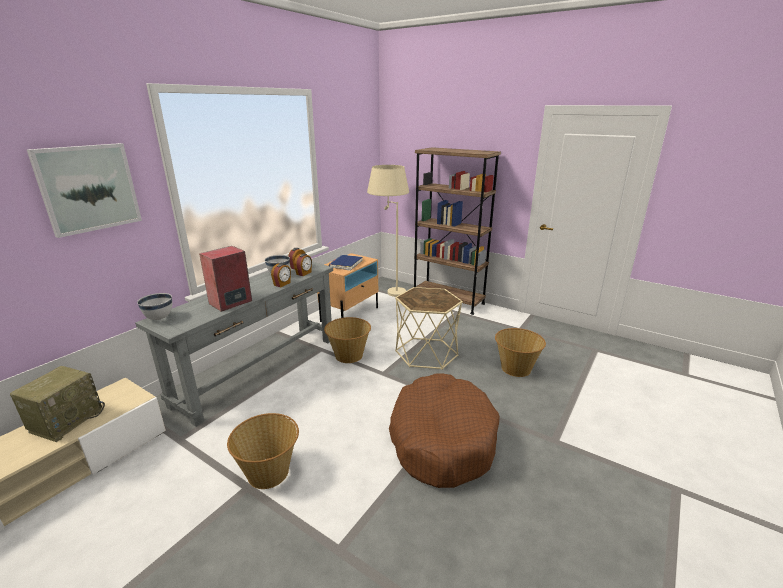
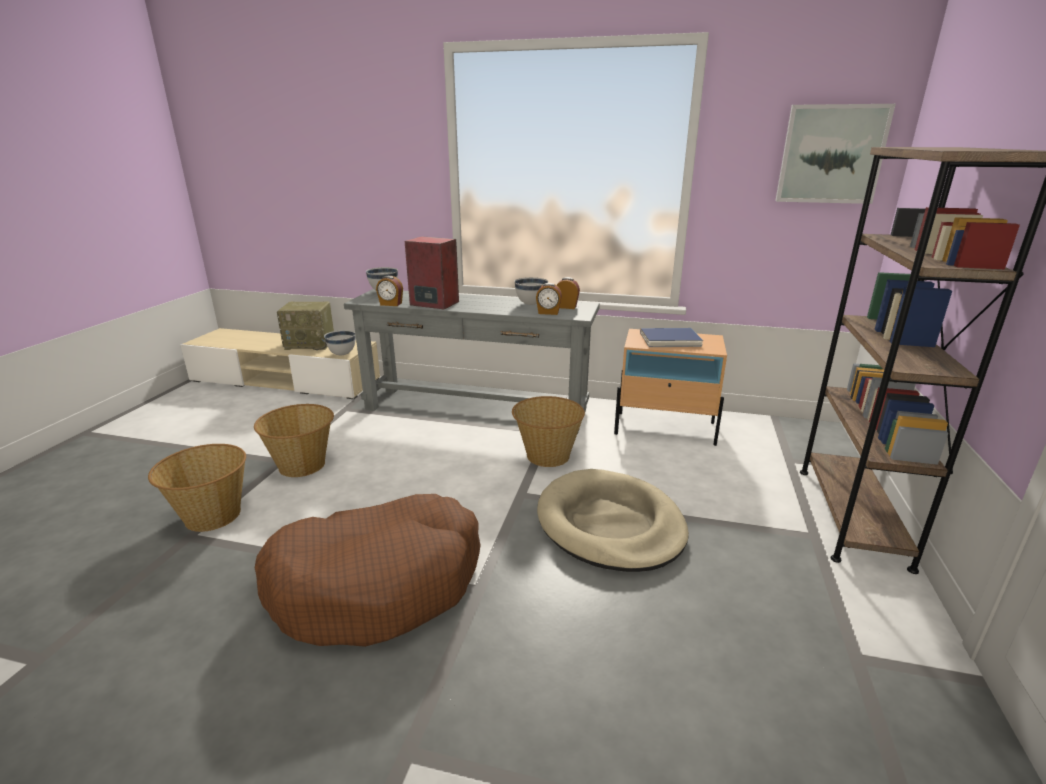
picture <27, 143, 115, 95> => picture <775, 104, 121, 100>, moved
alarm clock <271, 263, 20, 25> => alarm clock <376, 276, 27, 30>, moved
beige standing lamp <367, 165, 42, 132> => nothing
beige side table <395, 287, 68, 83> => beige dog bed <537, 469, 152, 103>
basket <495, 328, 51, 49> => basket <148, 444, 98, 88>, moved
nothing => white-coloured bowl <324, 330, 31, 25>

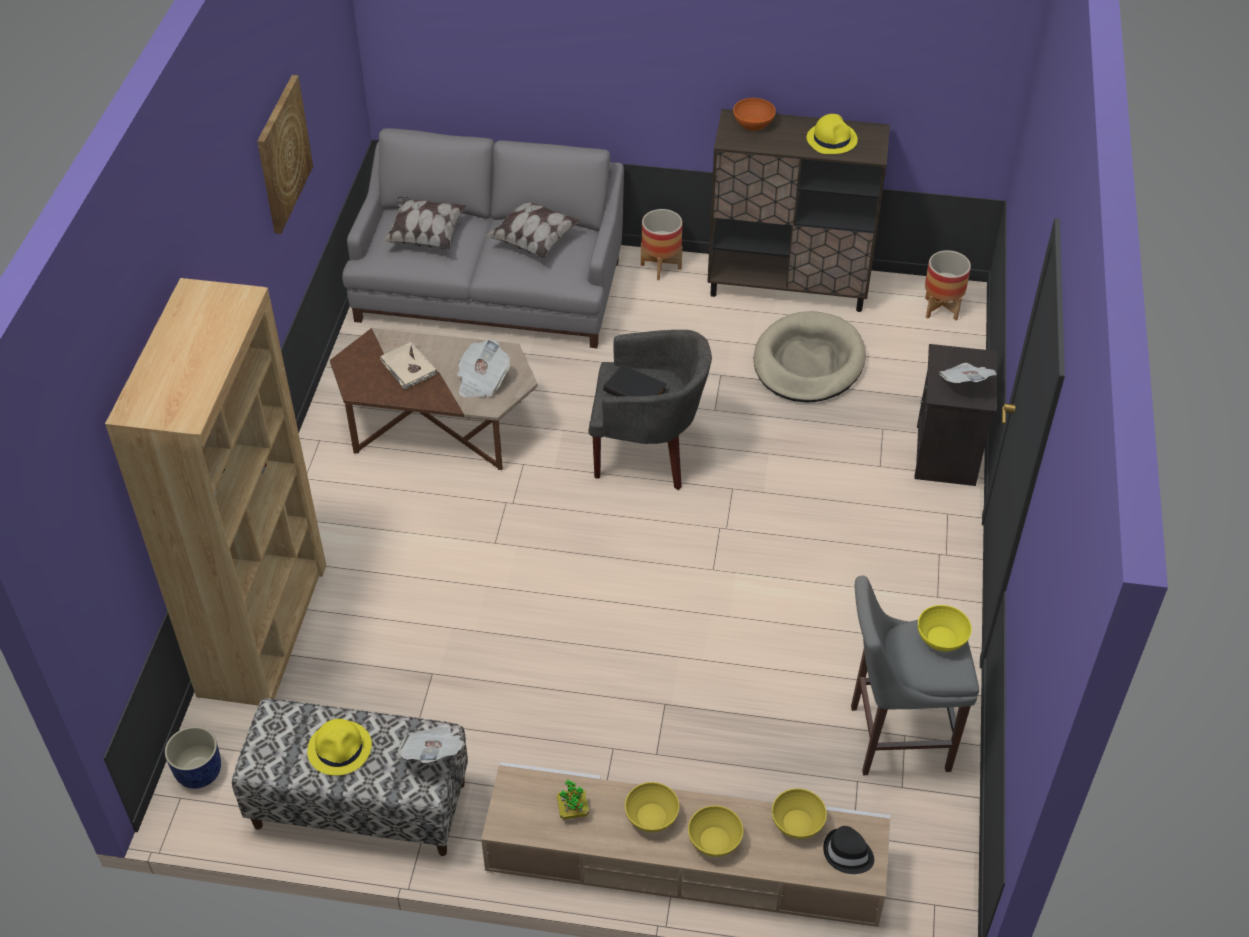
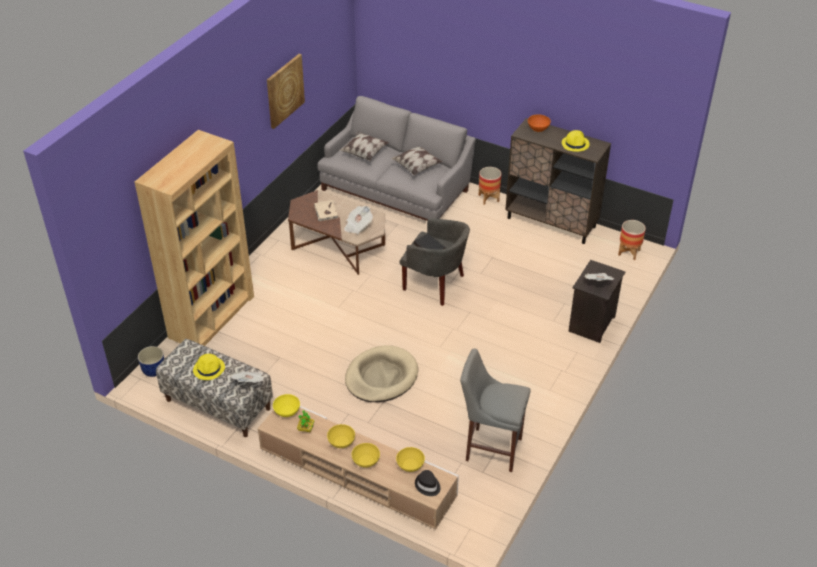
beige dog bed <754, 311, 112, 92> => beige dog bed <345, 345, 73, 57>, moved
yellow-coloured bowl <918, 605, 54, 47> => yellow-coloured bowl <273, 394, 27, 23>, moved

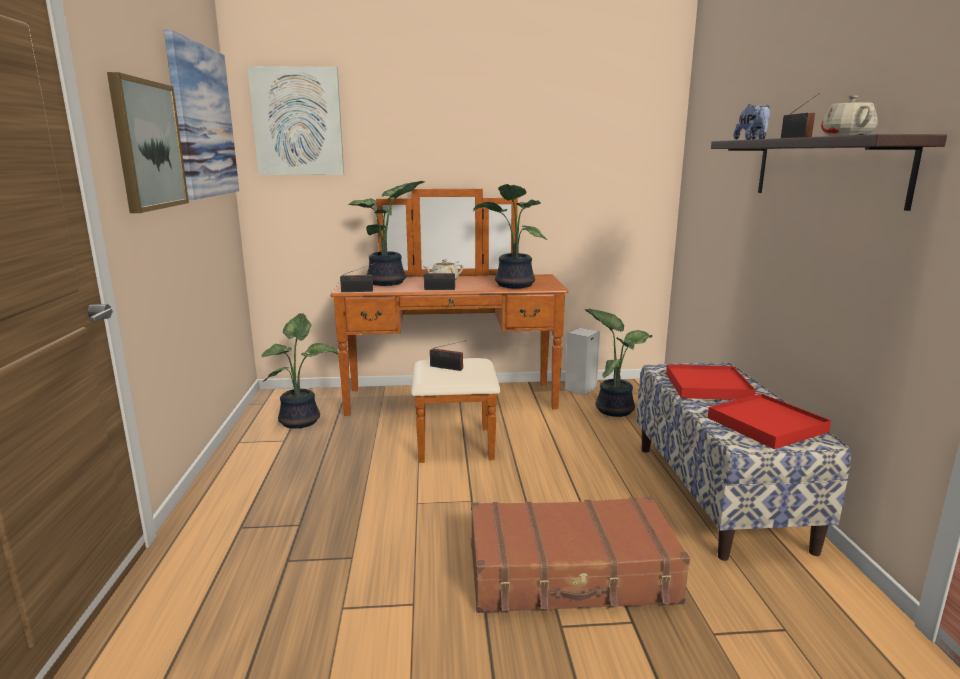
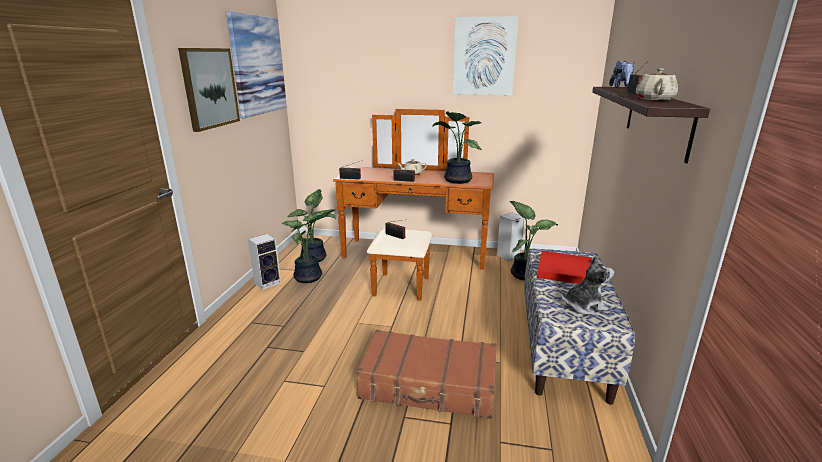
picture <247, 66, 97, 109> => picture <453, 16, 66, 79>, moved
houseplant <347, 181, 78, 105> => houseplant <281, 209, 54, 74>, moved
red-coloured serving tray <707, 394, 124, 55> => soft toy <561, 256, 53, 59>
nothing => speaker <248, 234, 33, 56>

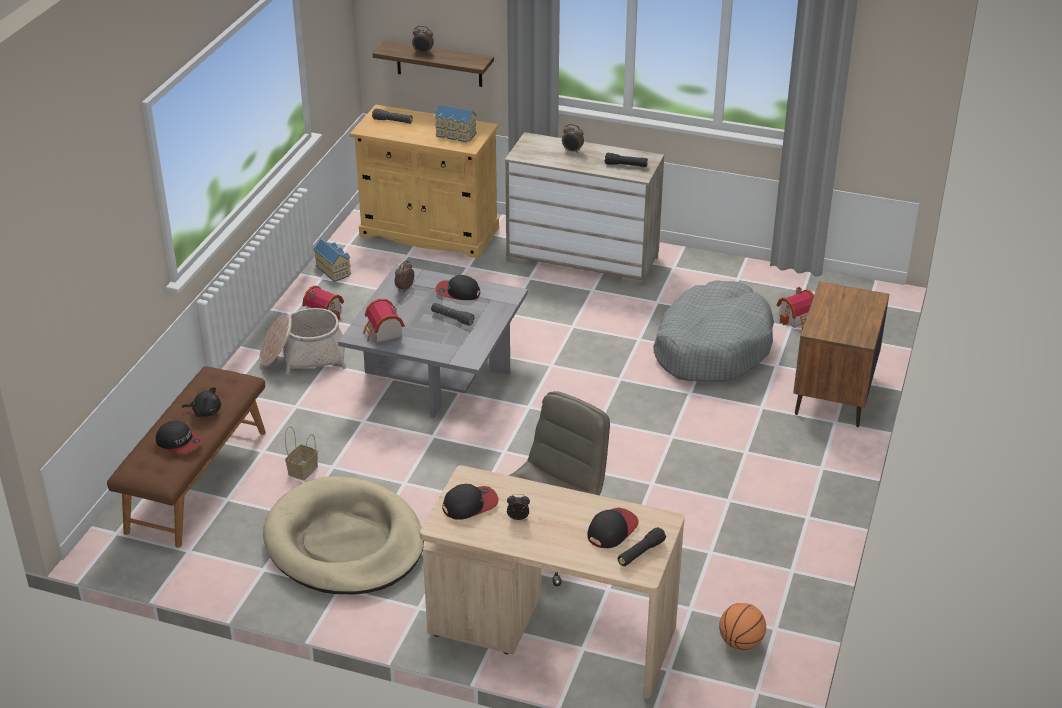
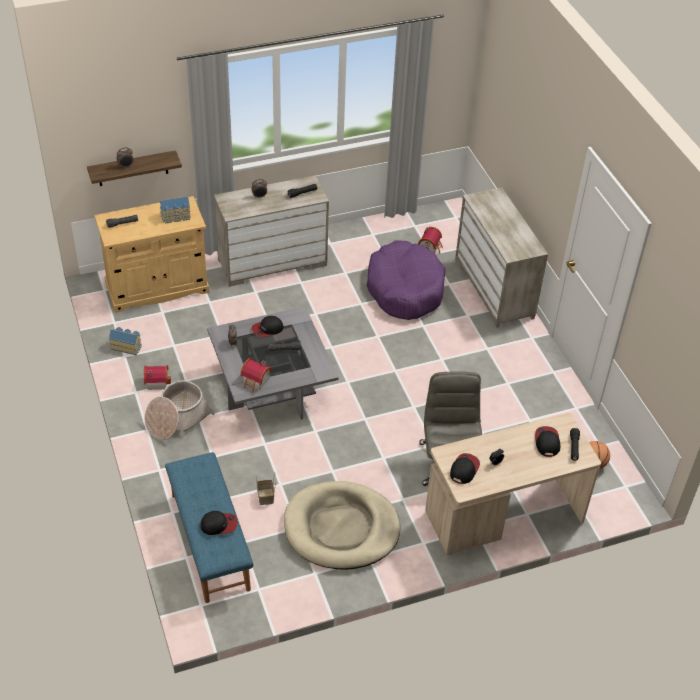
brown-coloured indoor bench <107, 366, 159, 182> => blue indoor bench <165, 452, 89, 151>
blackish soft toy <182, 387, 39, 30> => nothing
grey dog bed <653, 280, 121, 102> => purple dog bed <366, 240, 79, 80>
brown-coloured night table <793, 281, 96, 146> => beige drawer chest <455, 187, 93, 141>

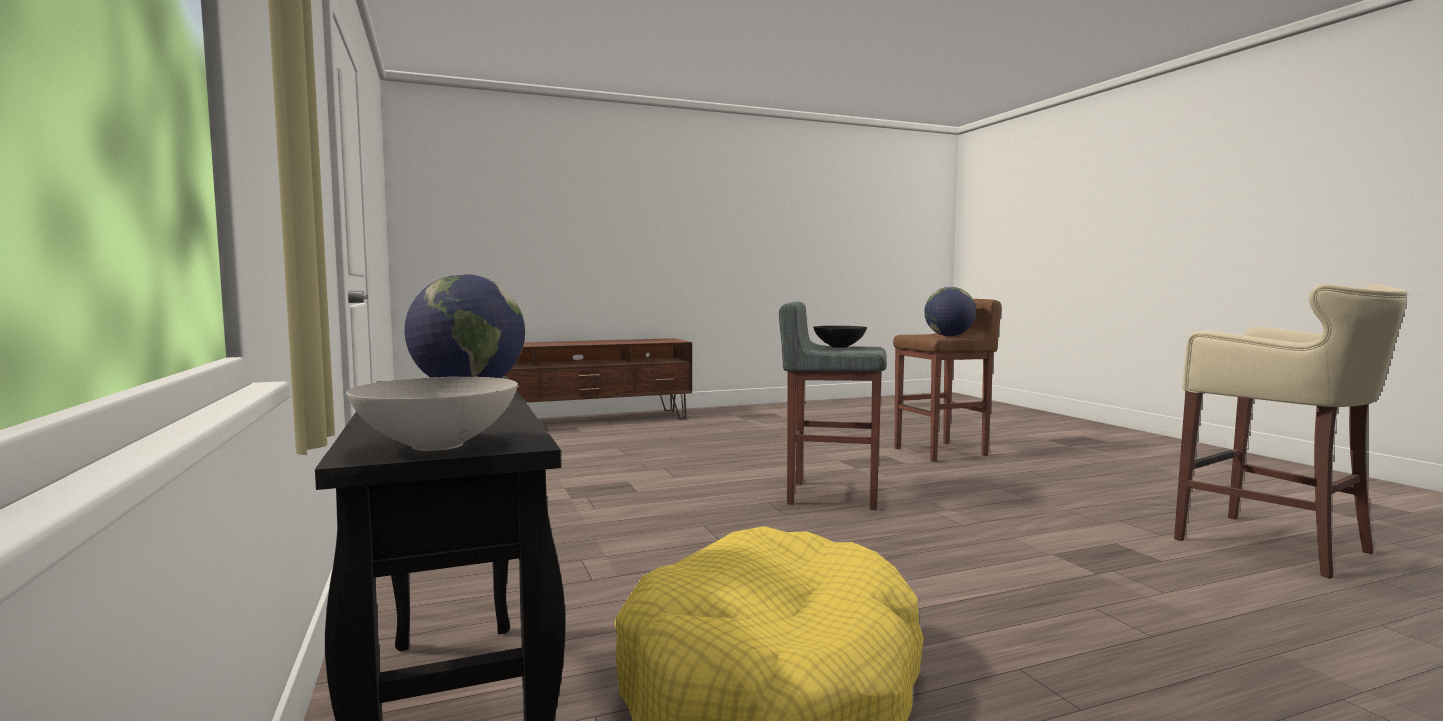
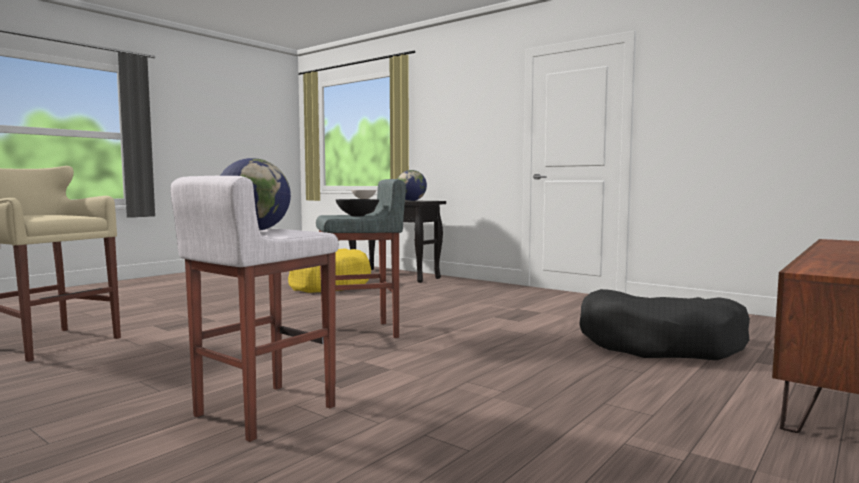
brown-coloured stool seat <893, 299, 109, 163> => white-coloured stool seat <170, 176, 169, 266>
nothing => blackish dog bed <579, 289, 171, 71>

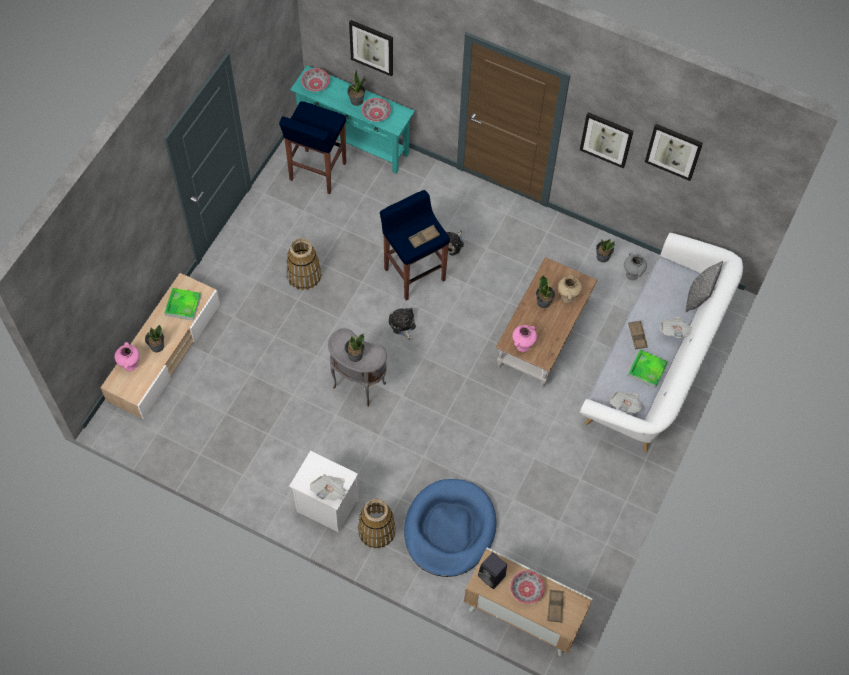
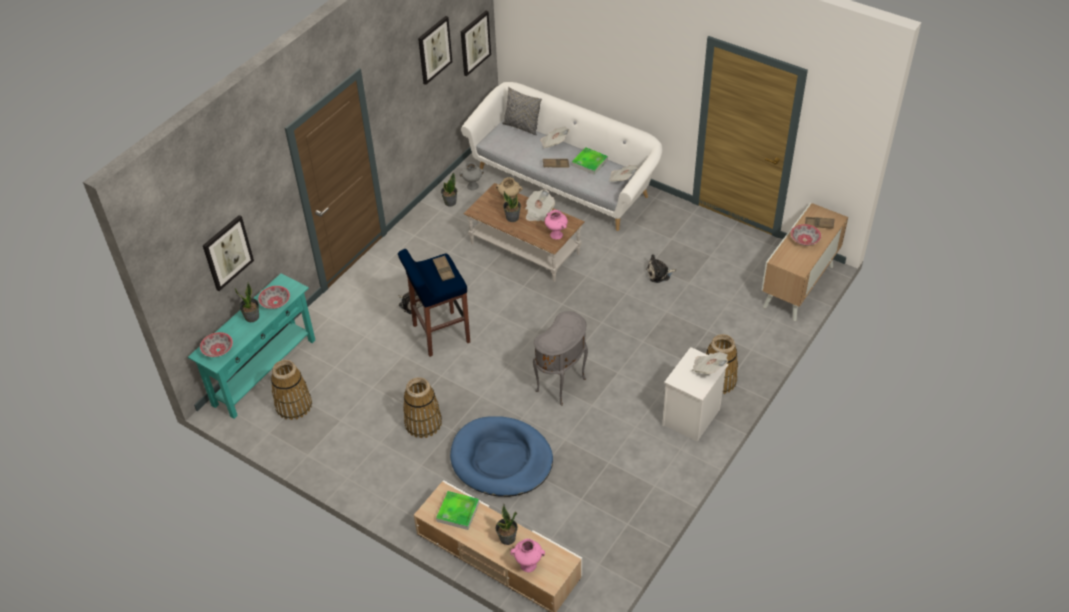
blue stool seat <279, 101, 67, 93> => basket <271, 360, 41, 60>
houseplant <345, 334, 20, 28> => nothing
soft toy <389, 308, 27, 32> => soft toy <646, 254, 30, 29>, moved
blue dog bed <404, 479, 93, 98> => blue dog bed <450, 416, 103, 81>, moved
blackish speaker <478, 552, 29, 37> => nothing
picture <580, 112, 54, 57> => picture <461, 11, 30, 65>, moved
nothing => newspaper <525, 189, 30, 32>

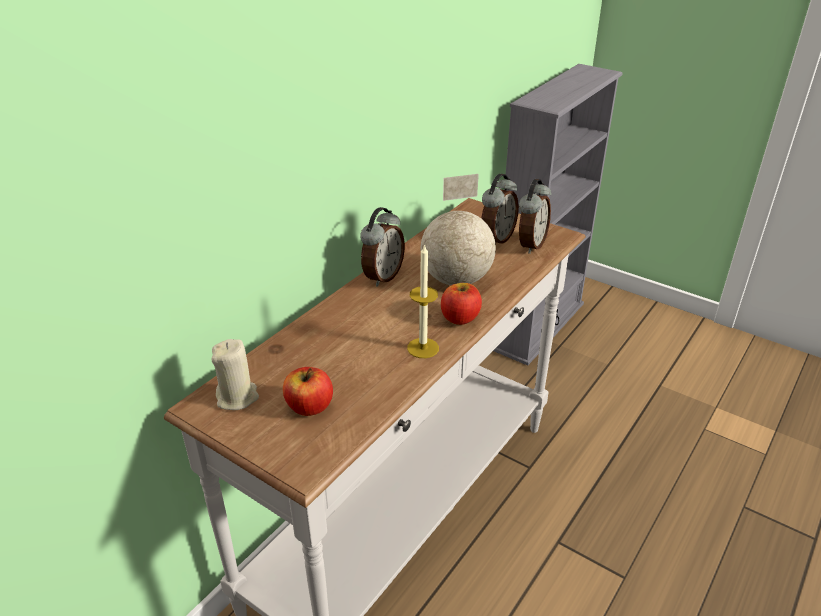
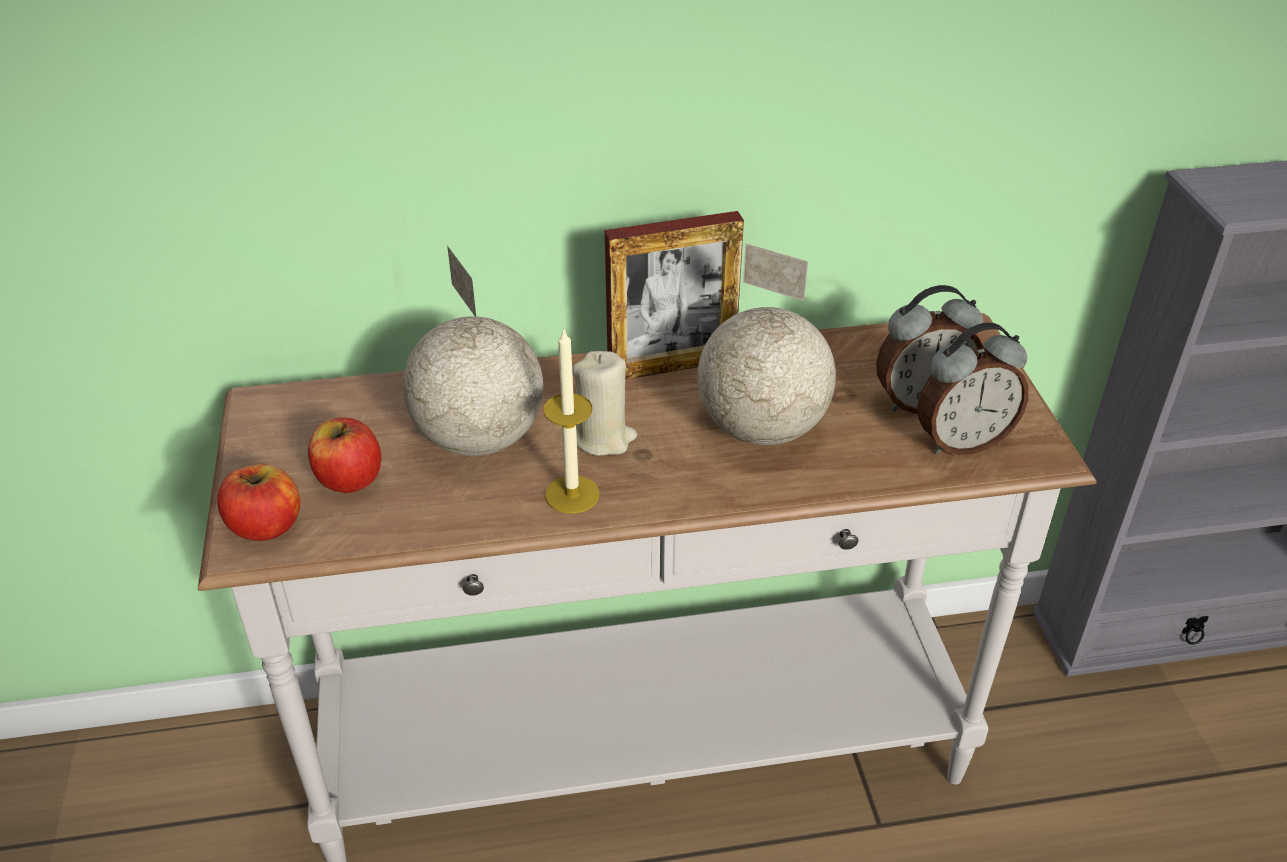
beige wax light <211, 339, 48, 71> => beige wax light <572, 351, 65, 105>, moved
alarm clock <360, 207, 45, 80> => photo frame <605, 211, 139, 169>
apple fruit <441, 283, 41, 42> => apple fruit <217, 464, 83, 77>, moved
nothing => globe <403, 246, 140, 210>

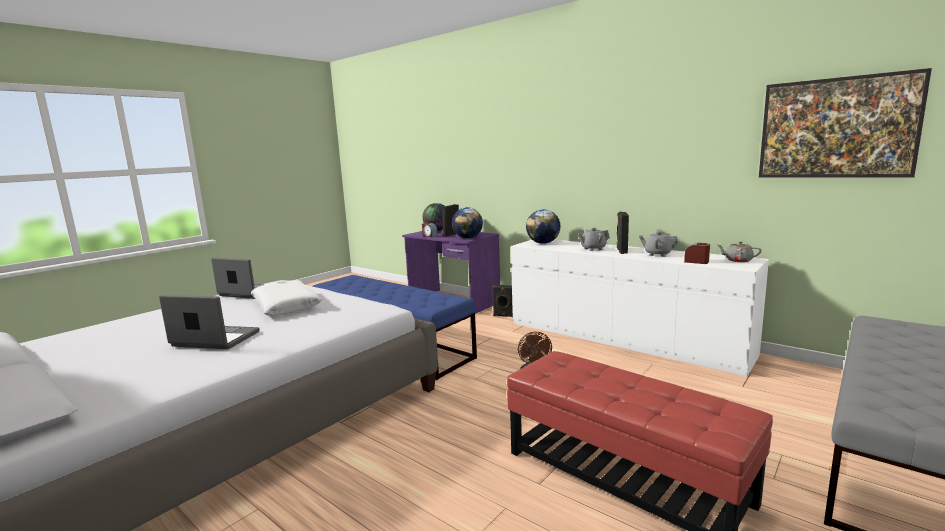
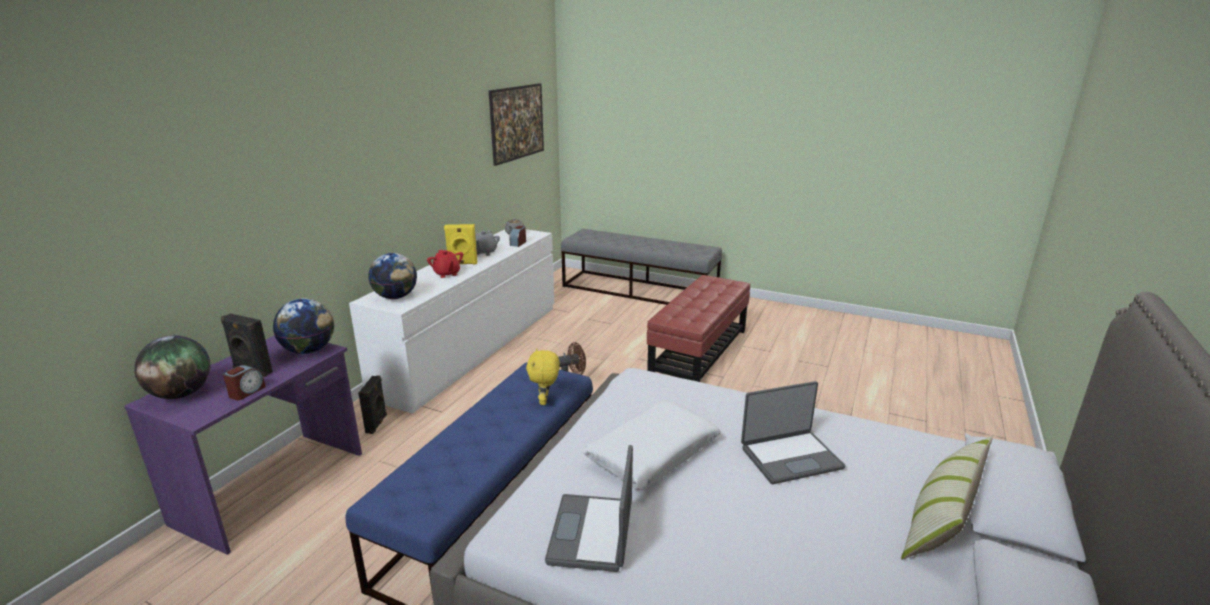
notebook computer <159, 295, 101, 54> => notebook computer <741, 381, 104, 103>, 105 degrees counterclockwise
grey teapot <578, 228, 32, 23> => red-coloured teapot <427, 250, 36, 28>
blackish speaker <617, 212, 12, 42> => yellow-coloured speaker <444, 224, 33, 40>
nothing => yellow-coloured soft toy <526, 348, 34, 57>
nothing => pillow <901, 436, 92, 124>

